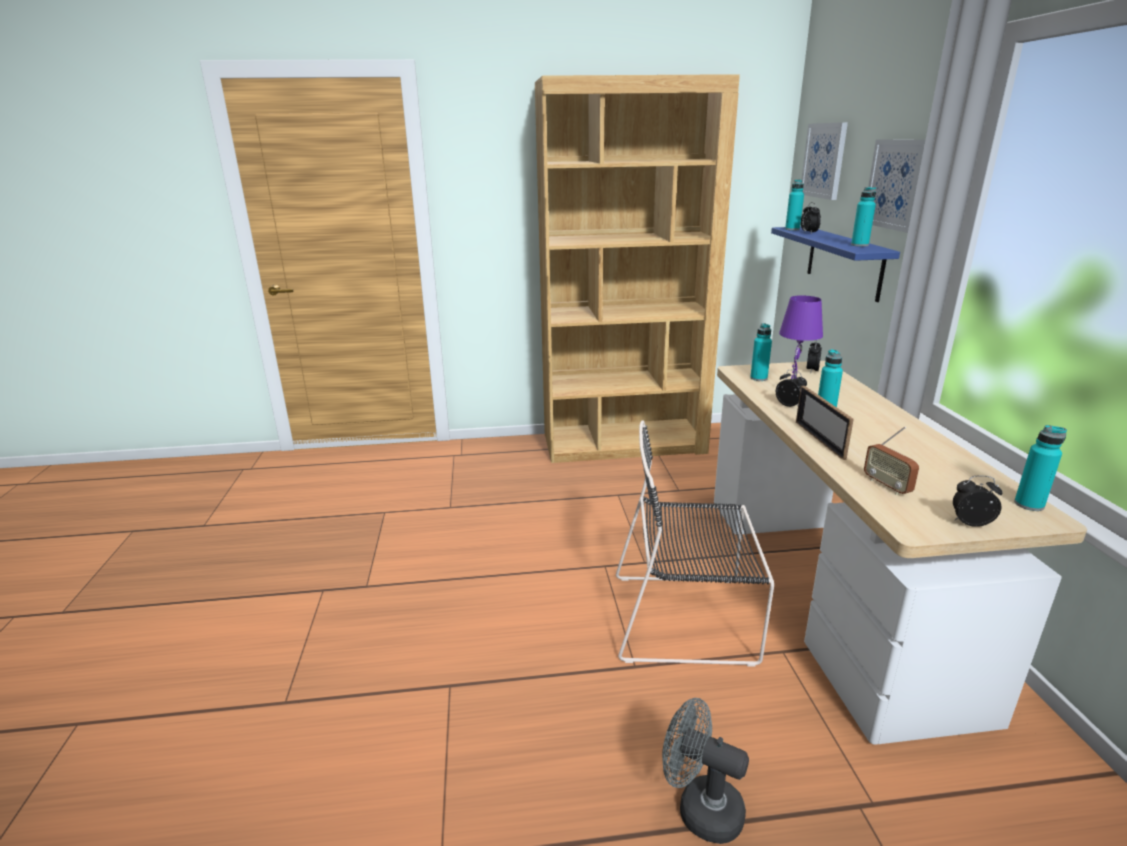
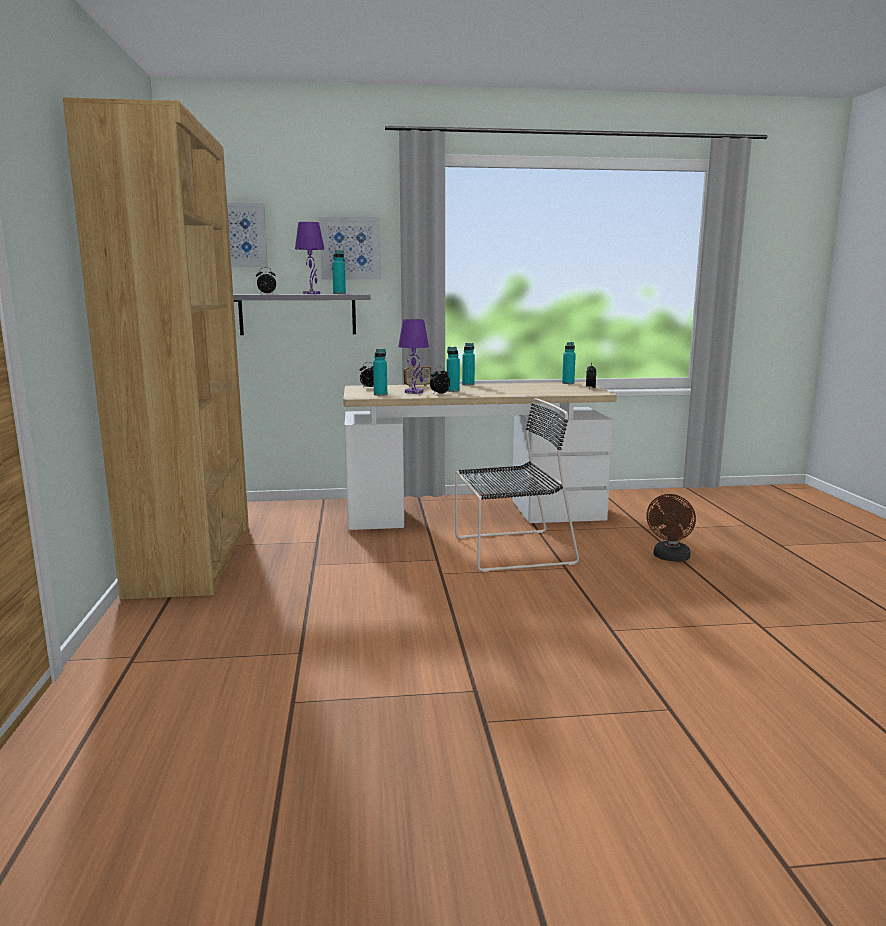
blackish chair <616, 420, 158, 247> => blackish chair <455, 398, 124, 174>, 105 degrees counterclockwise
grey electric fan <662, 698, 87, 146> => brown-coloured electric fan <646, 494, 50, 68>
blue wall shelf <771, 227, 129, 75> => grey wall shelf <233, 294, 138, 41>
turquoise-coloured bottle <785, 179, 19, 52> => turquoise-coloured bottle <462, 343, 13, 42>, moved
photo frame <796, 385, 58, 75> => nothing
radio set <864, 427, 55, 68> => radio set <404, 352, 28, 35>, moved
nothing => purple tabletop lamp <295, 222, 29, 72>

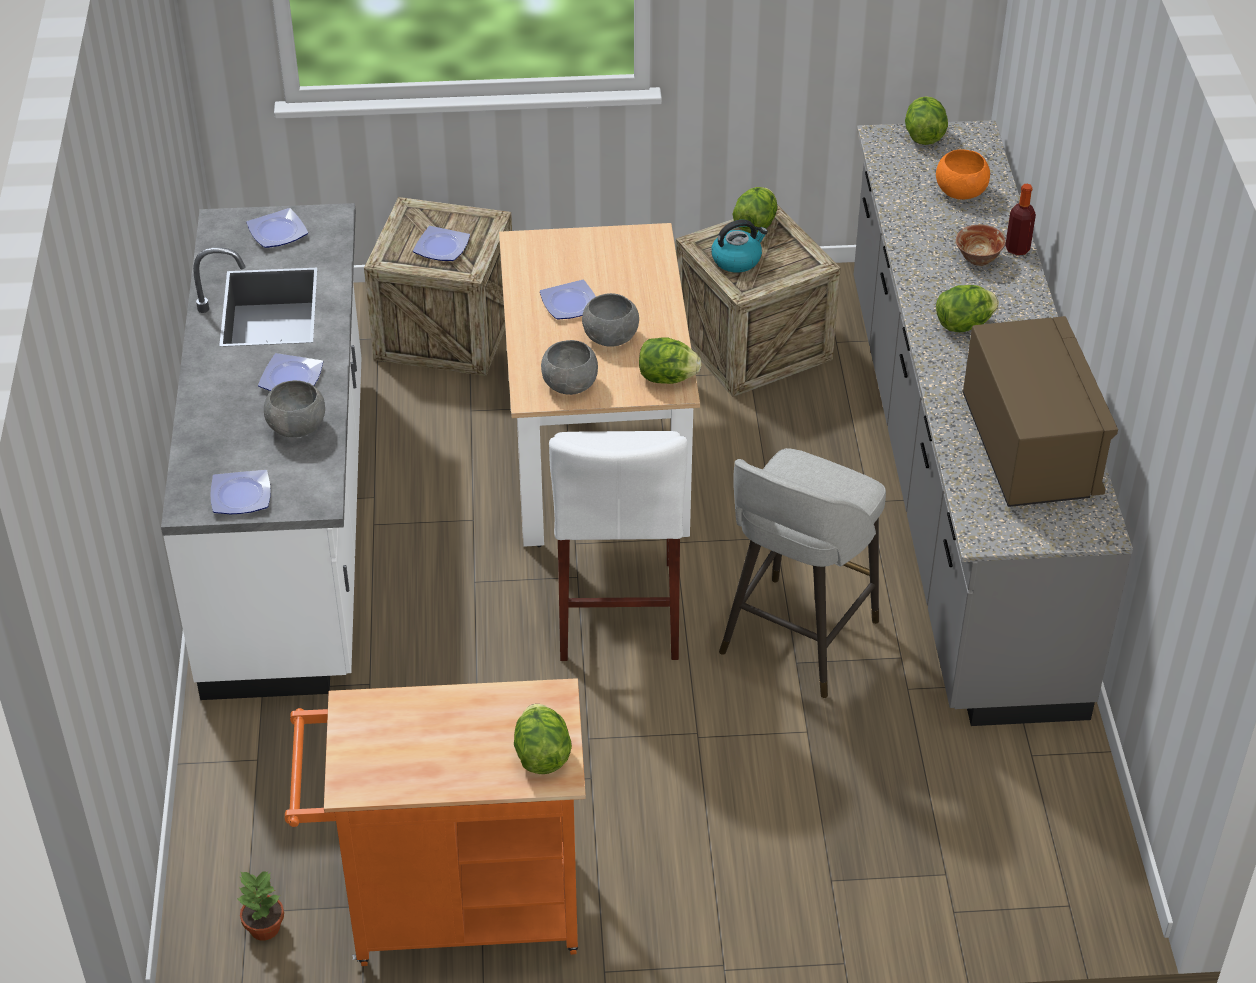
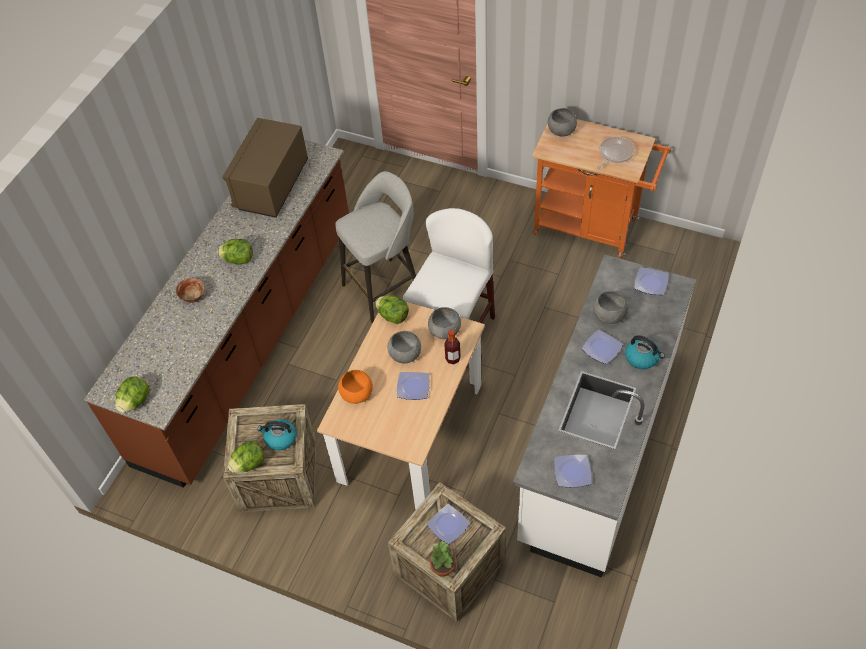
houseplant <237, 871, 47, 70> => houseplant <430, 540, 25, 37>, moved
head of lettuce <514, 704, 58, 70> => grey bowl <548, 108, 29, 29>
grey kitchen base unit <854, 120, 279, 606> => brown-coloured kitchen base unit <84, 140, 265, 348>
orange bowl <936, 149, 54, 51> => orange bowl <338, 370, 35, 34>, moved
bottle <1005, 184, 31, 72> => bottle <444, 330, 17, 34>, moved
nothing => skillet <597, 137, 38, 32>
nothing => tea kettle <625, 335, 40, 34>

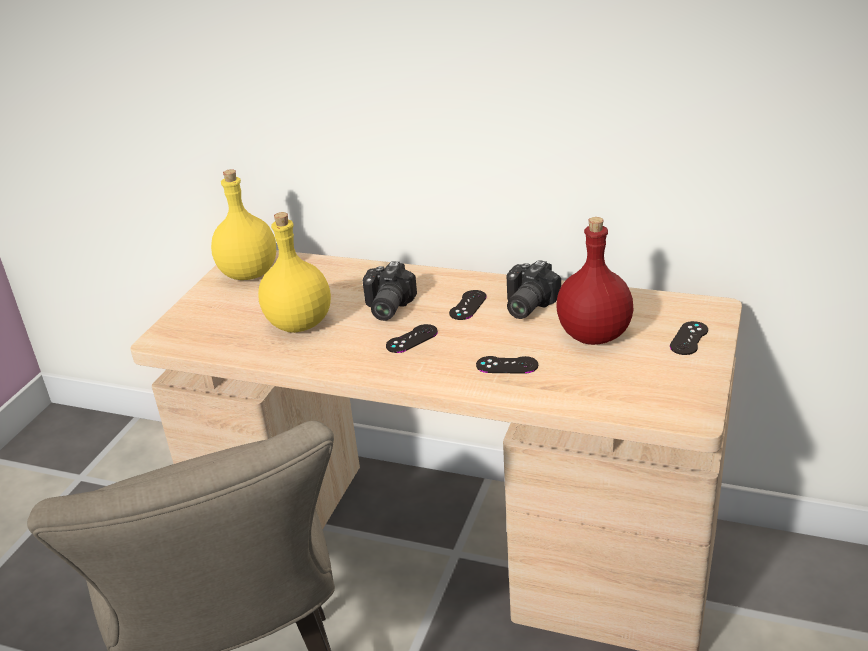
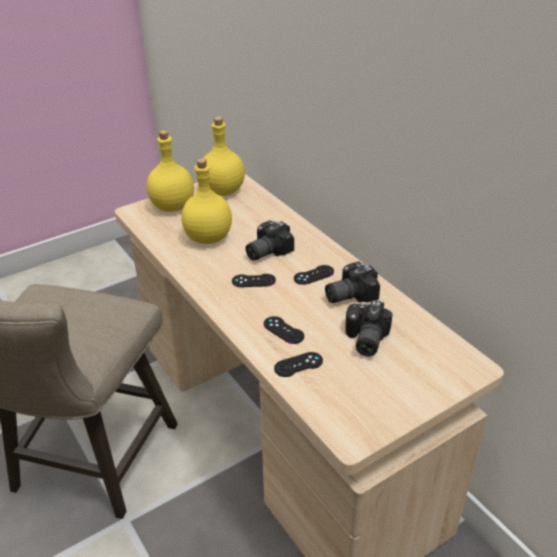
red-coloured bottle <556, 217, 77, 128> => still camera <345, 300, 48, 57>
blackish gamepad <670, 321, 38, 34> => blackish gamepad <274, 352, 49, 25>, moved
nothing => yellow-coloured bottle <147, 130, 47, 82>

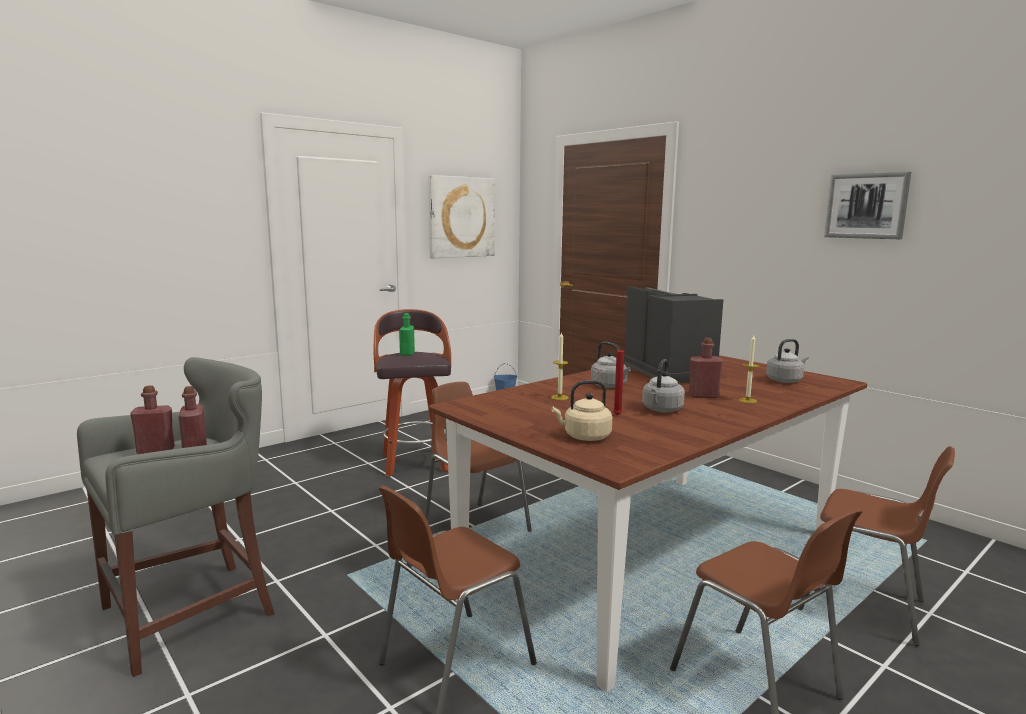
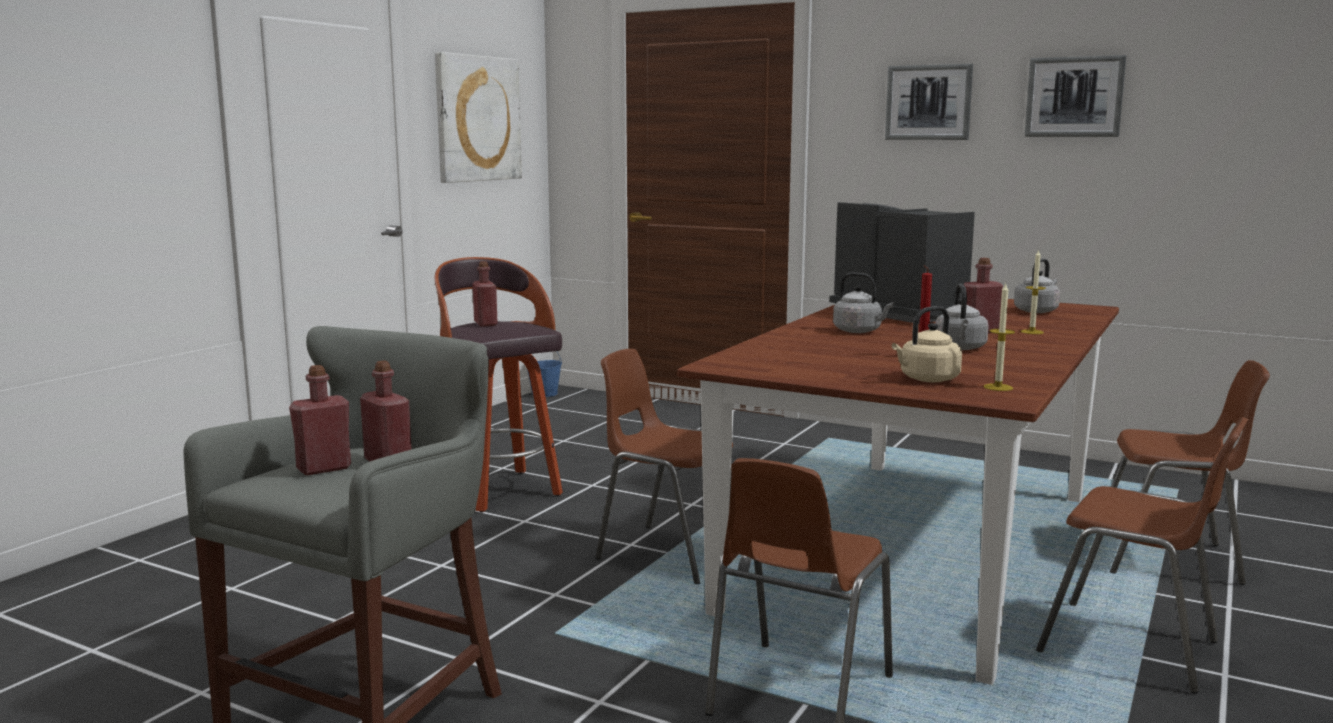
green-coloured bottle <399, 313, 16, 43> => red-coloured bottle <472, 261, 26, 66>
wax light <551, 332, 18, 68> => wax light <984, 283, 31, 108>, moved
nothing => picture <885, 64, 88, 76>

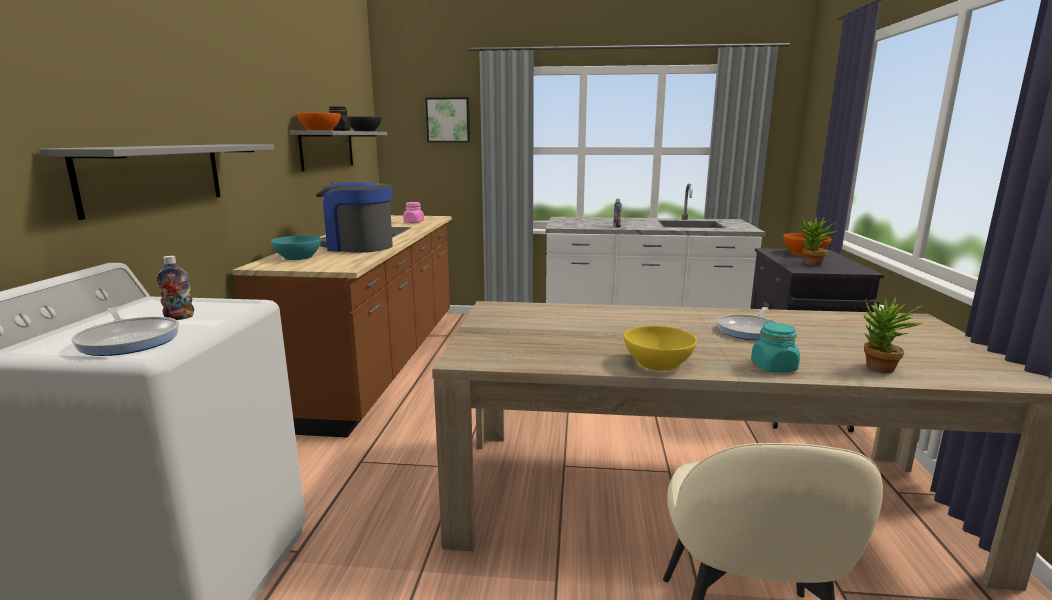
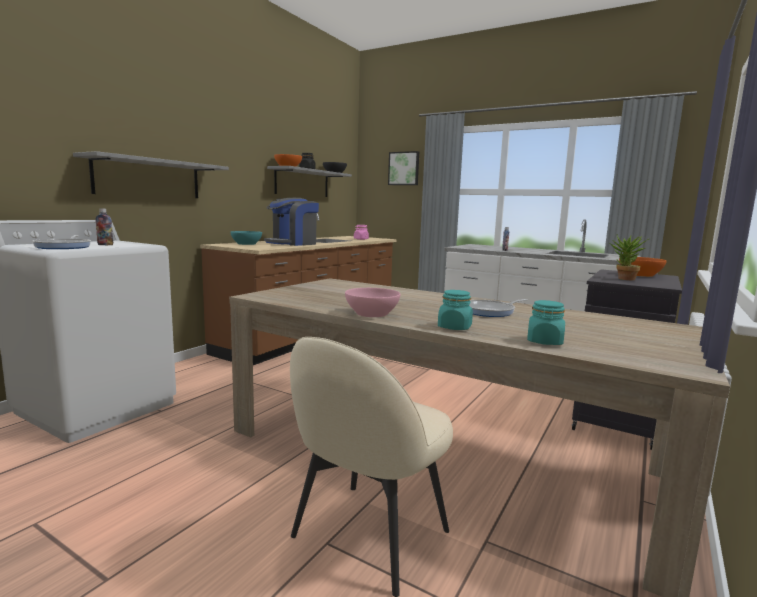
coffee maker <316, 180, 77, 73> => coffee maker <264, 198, 55, 48>, 90 degrees counterclockwise
yellow-coloured bowl <624, 326, 73, 45> => pink bowl <345, 288, 56, 29>
houseplant <863, 297, 60, 76> => turquoise-coloured storage jar <527, 300, 38, 45>

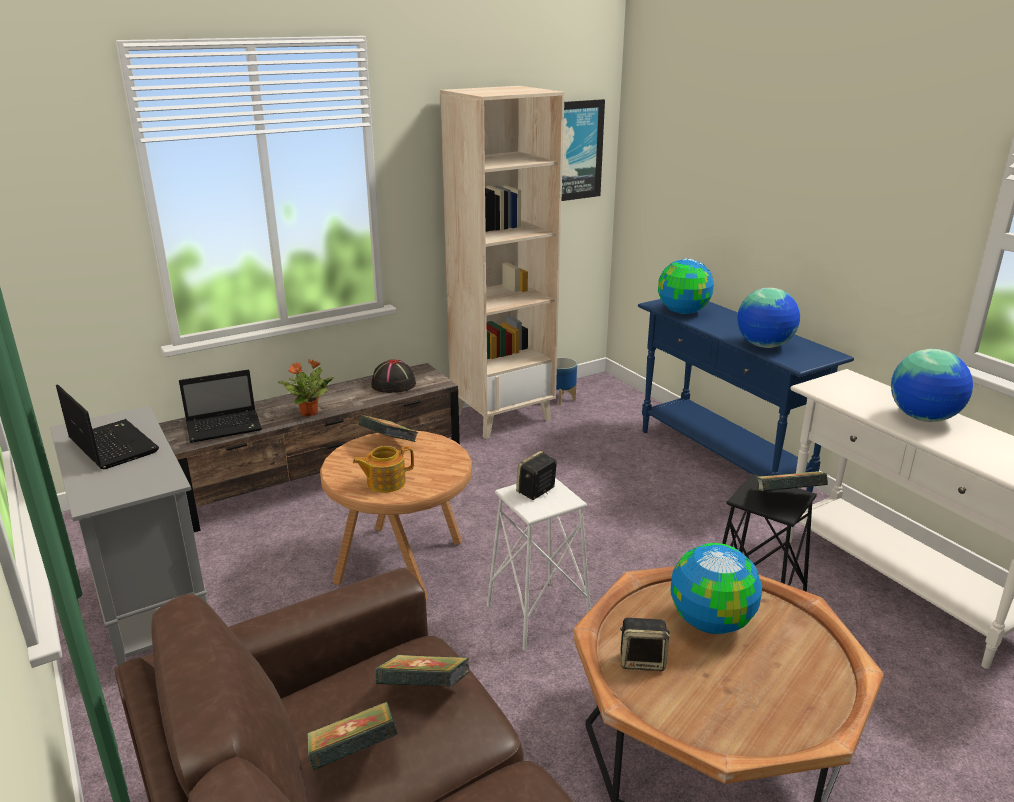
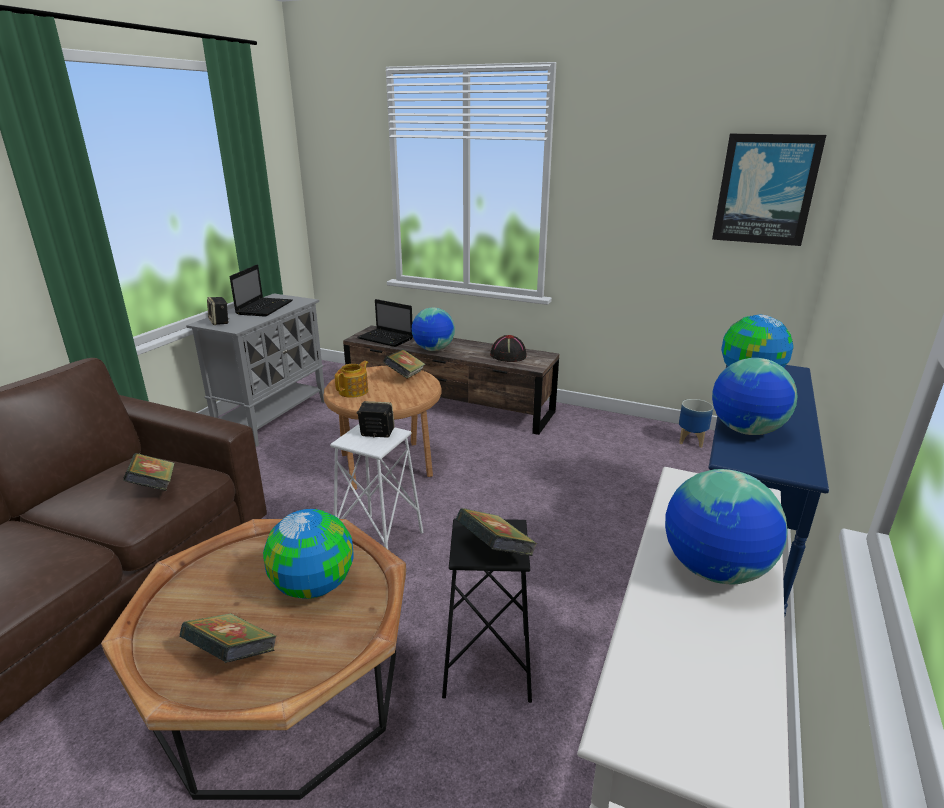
houseplant <278, 359, 56, 58> => globe <412, 308, 43, 43>
volume <308, 702, 90, 69> => volume <180, 613, 97, 50>, moved
teapot <353, 446, 61, 47> => teapot <335, 361, 33, 37>, 90 degrees clockwise
beige bookcase <440, 86, 125, 353> => nothing
speaker <620, 618, 51, 53> => speaker <207, 297, 22, 28>, moved

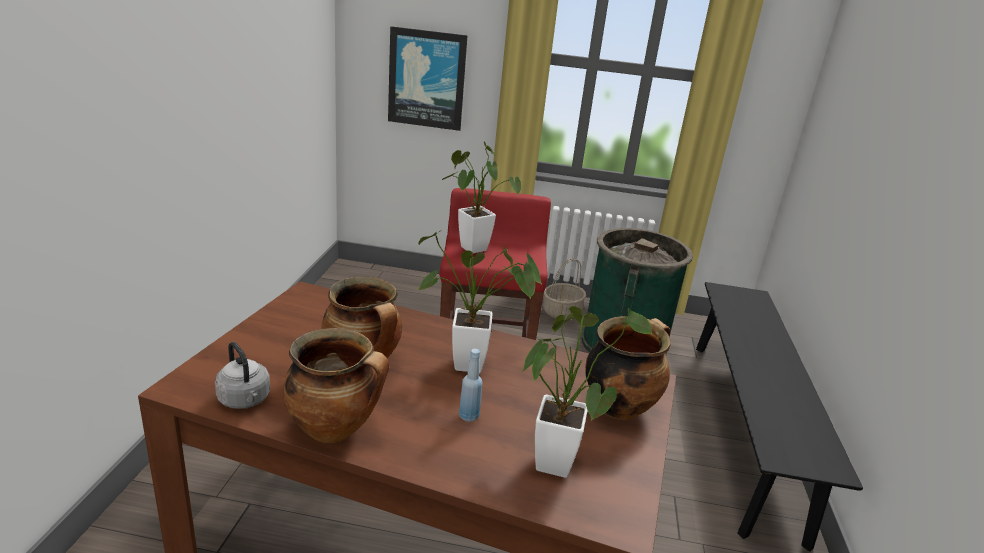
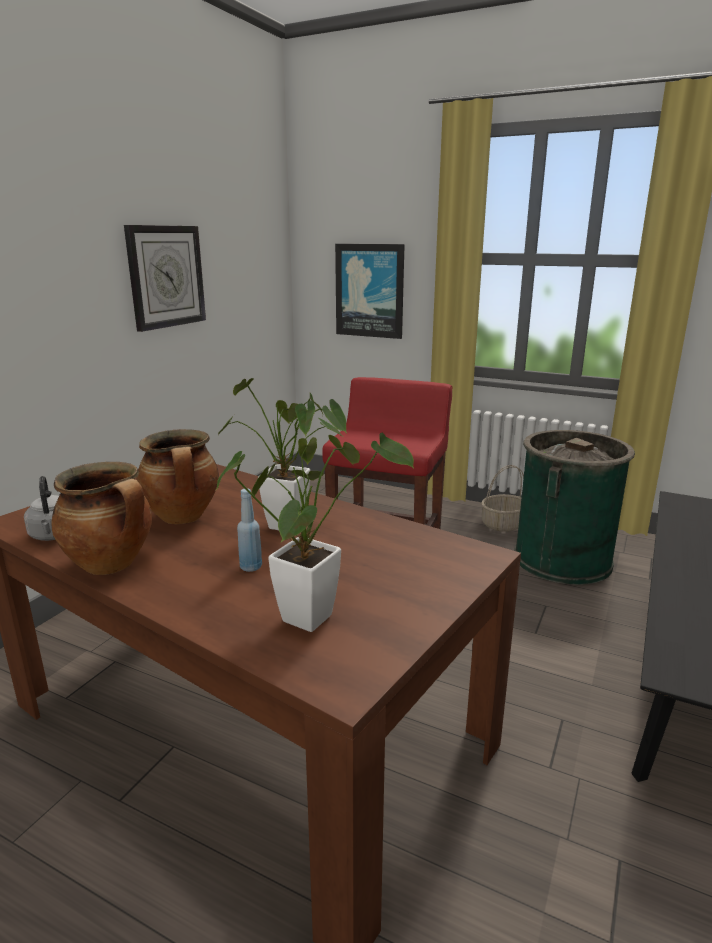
houseplant <442, 142, 79, 111> => nothing
saucepot <585, 316, 86, 104> => nothing
nothing => clock on the wall <124, 225, 82, 107>

